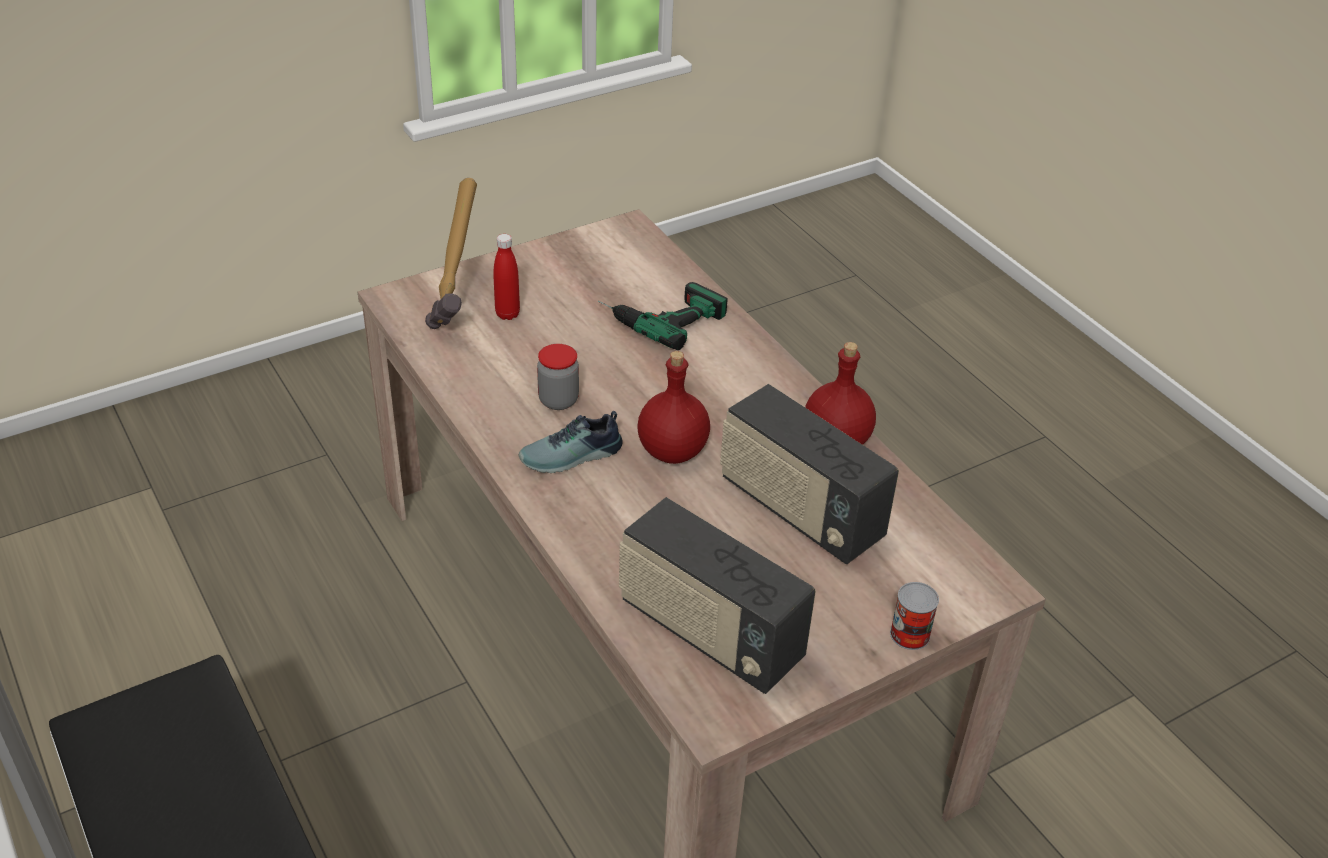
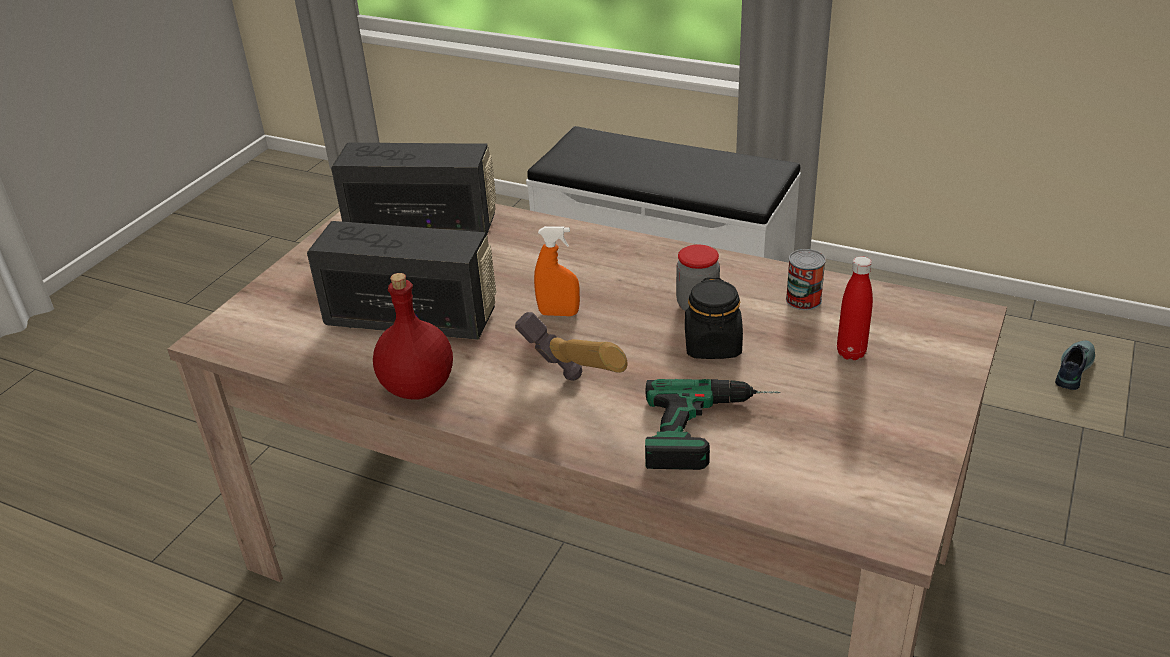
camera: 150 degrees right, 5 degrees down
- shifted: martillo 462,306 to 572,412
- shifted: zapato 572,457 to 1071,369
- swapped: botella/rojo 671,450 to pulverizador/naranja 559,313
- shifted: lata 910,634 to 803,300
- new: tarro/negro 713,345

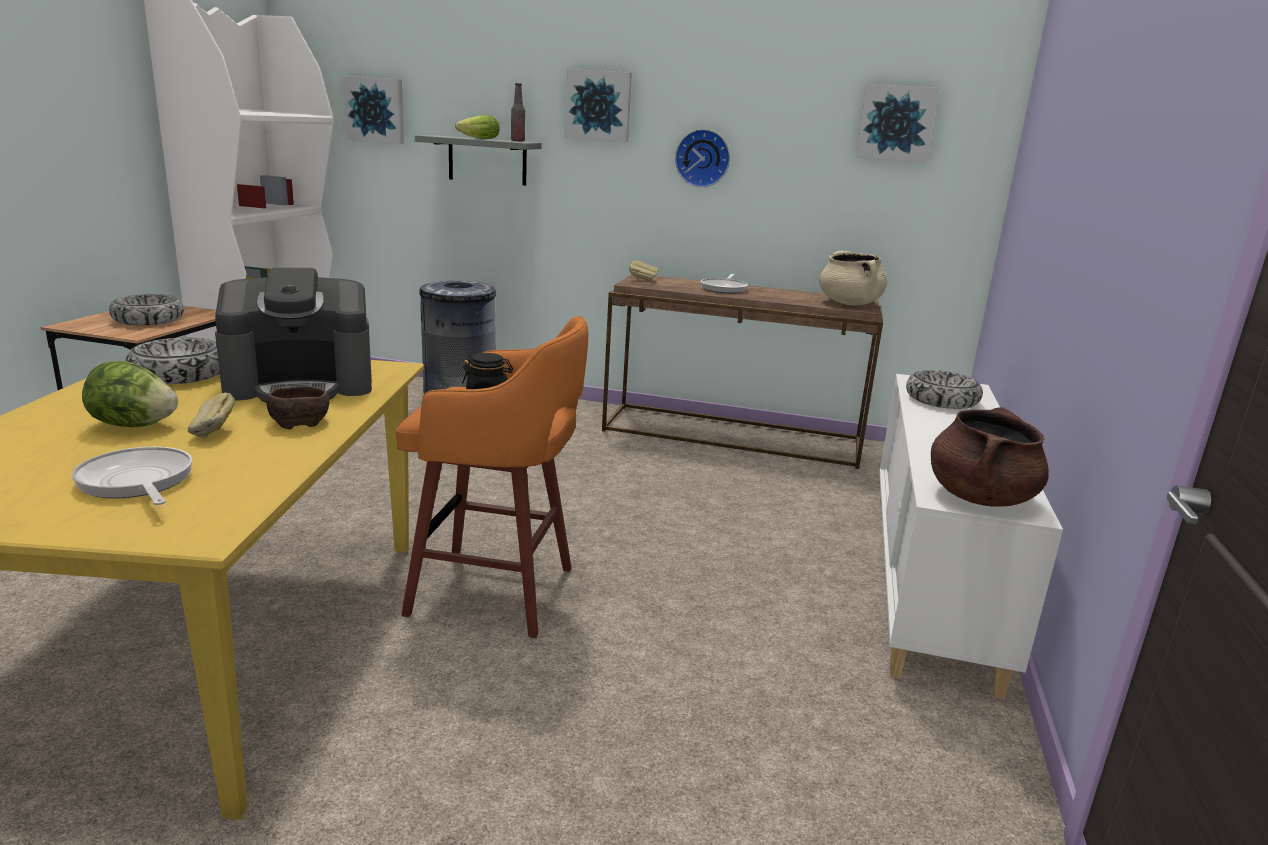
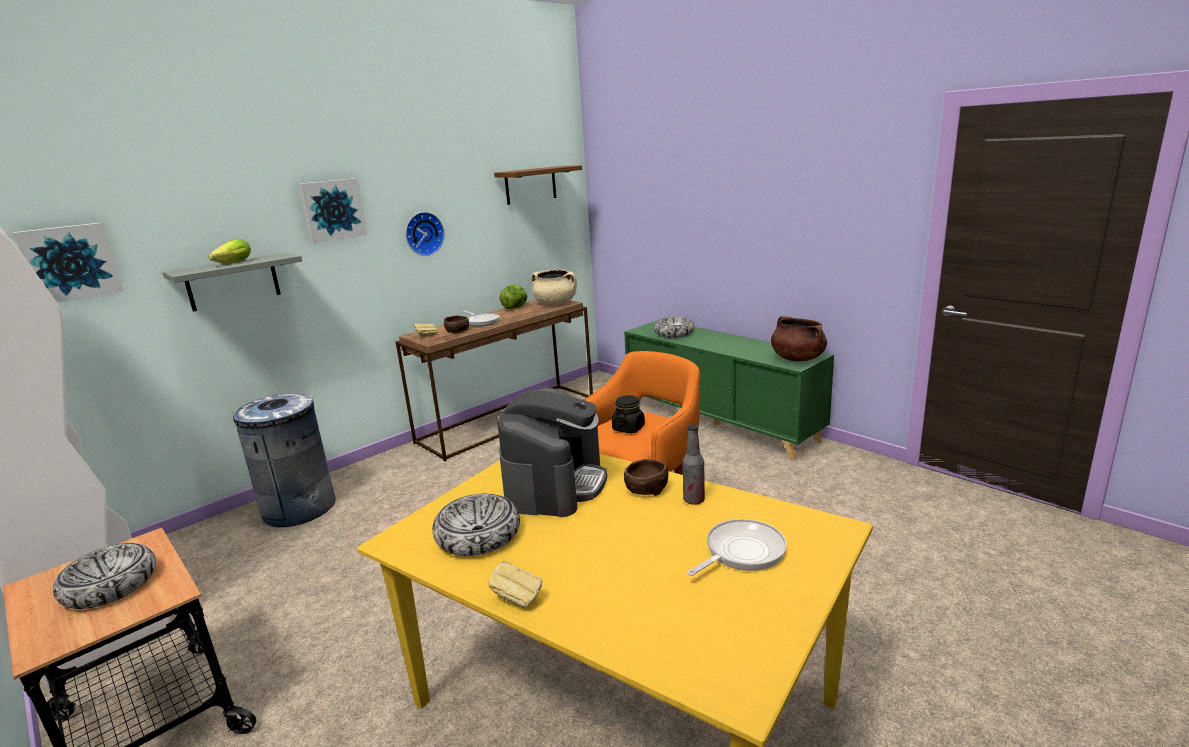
camera: 55 degrees left, 0 degrees up
- rotated: sartén 137,482 = 741,552 150 degrees clockwise
- shifted: lechuga 133,425 to 515,308
- shifted: pan 214,433 to 517,599
- shifted: botella 517,141 to 693,500
- swapped: cuadro 896,123 to estante/marrón 530,185
- repainted: armario/blanco 930,579 to armario/verde 720,422
- new: cuenco/marrón 458,331

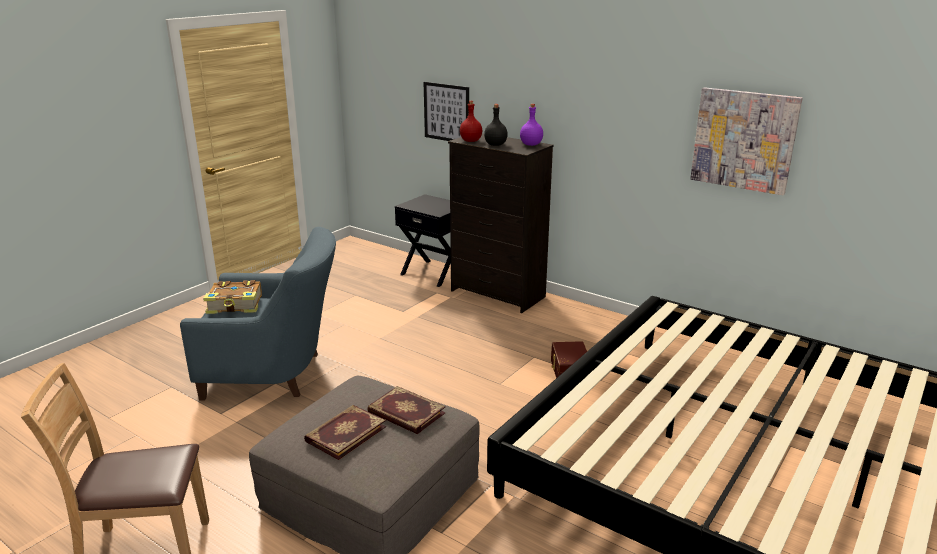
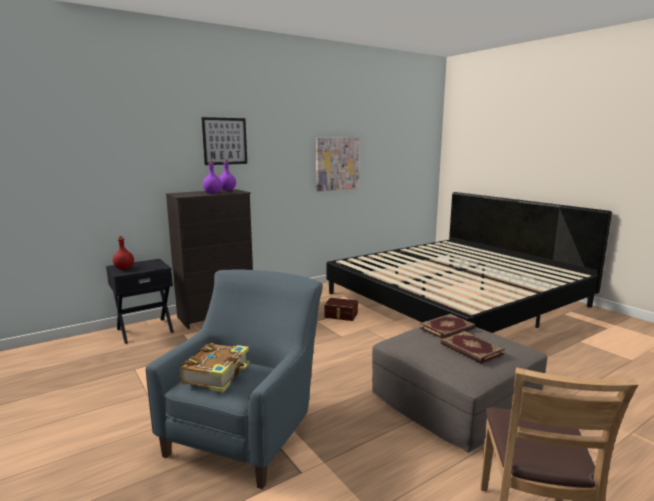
camera: 70 degrees left, 10 degrees down
- shifted: cuadro 446,112 to 225,141
- shifted: botella/rojo 471,141 to 124,268
- repainted: botella/negro 495,145 to botella/morado 213,193

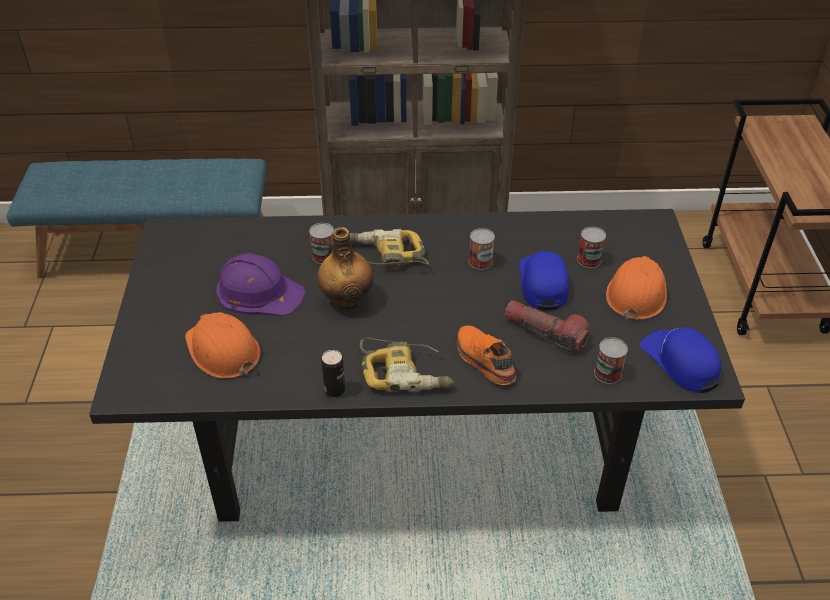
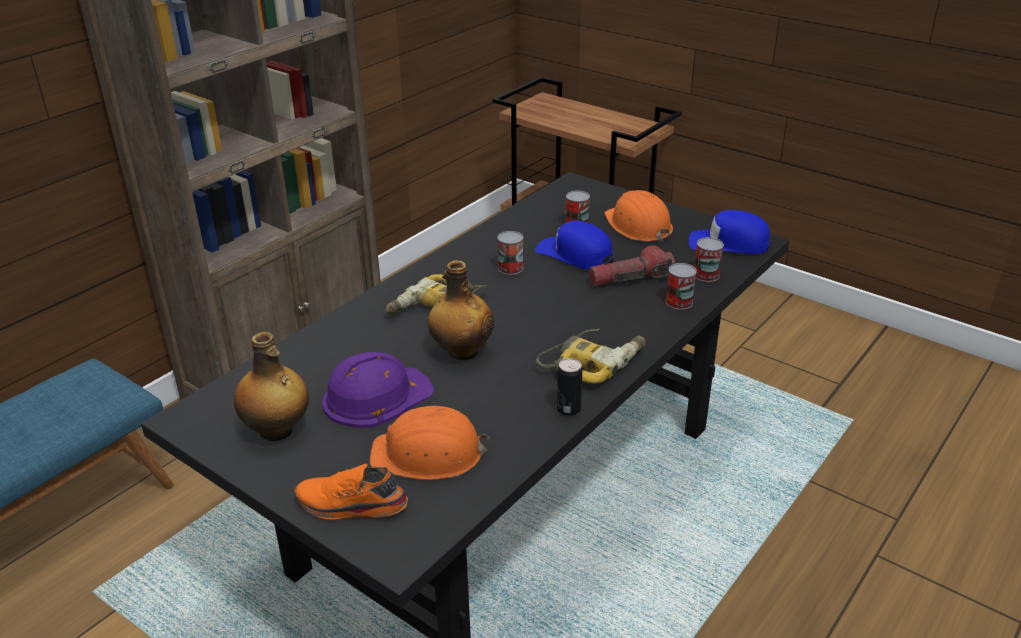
camera: 50 degrees left, 10 degrees down
- shifted: lata 323,256 to 679,302
- shifted: zapato/naranja 483,361 to 351,506
- new: botella 277,431

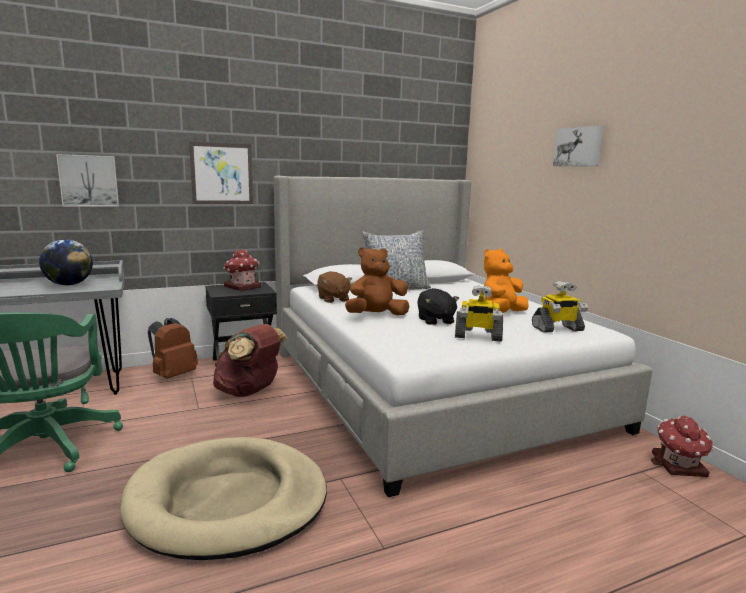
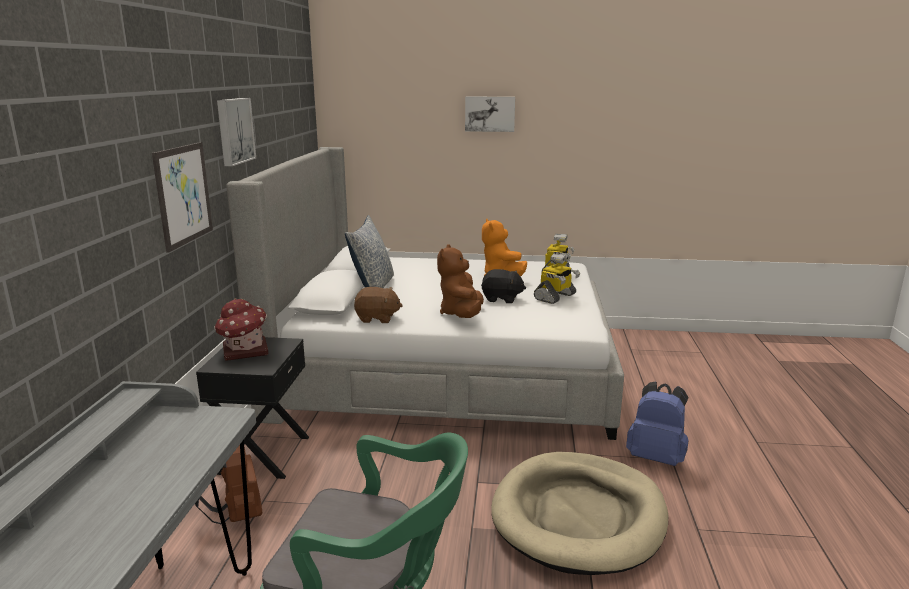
camera: 60 degrees left, 5 degrees up
- gone: globo terráqueo 69,284
- shifted: cuadro 89,180 to 234,131
- gone: mochila/marrón 249,392
- gone: casita 678,466
- new: mochila/azul 656,457

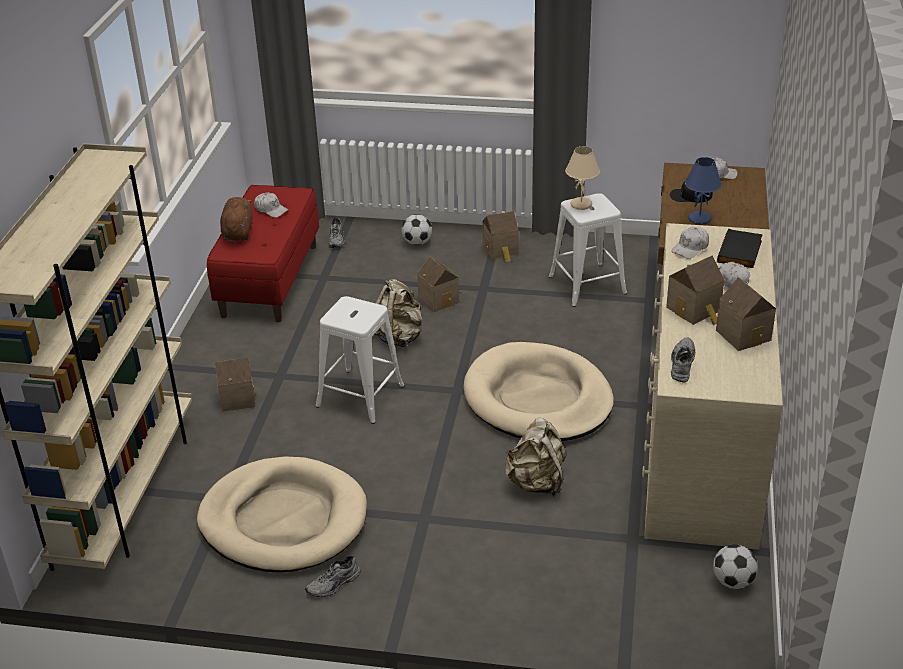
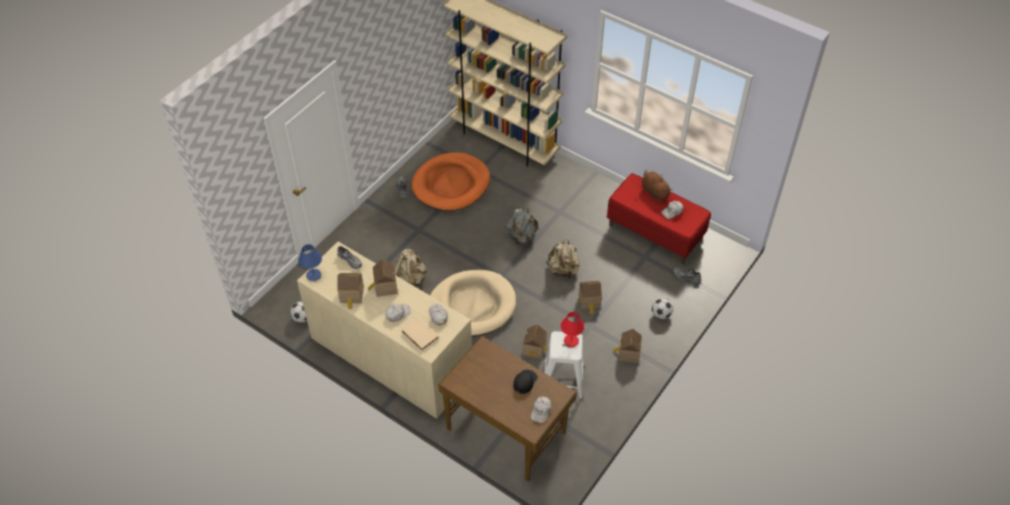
camera: 115 degrees right, 15 degrees up
- repainted: cama para perro/beis 283,520 to cama para perro/naranja 451,184
- shifted: casita 237,397 to 535,349
- rotated: peluche/marrón 238,232 = 654,191 150 degrees counterclockwise
- swapped: taburete/blanco 360,396 to mochila/gris 521,237
- repainted: lámpara de mesa/beis 581,205 to lámpara de mesa/rojo 571,341
- shifted: lámpara de mesa/azul 699,219 to 314,275
- repainted: libro/negro 741,252 to libro/beis 419,335

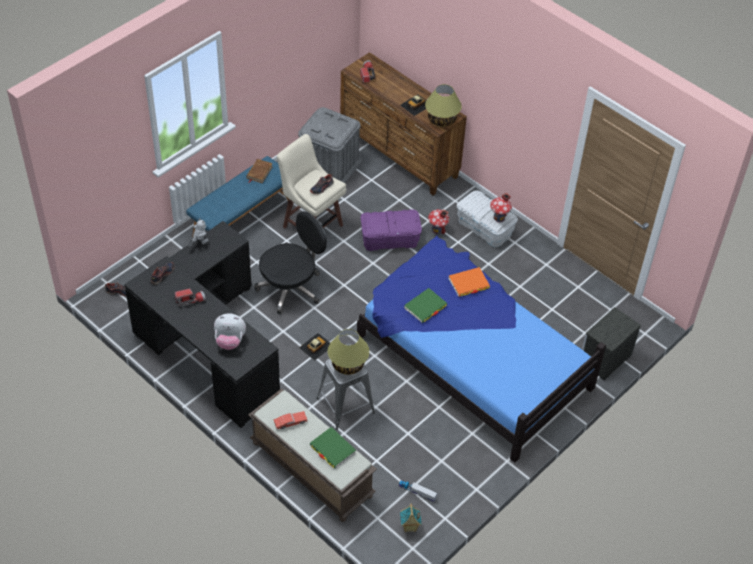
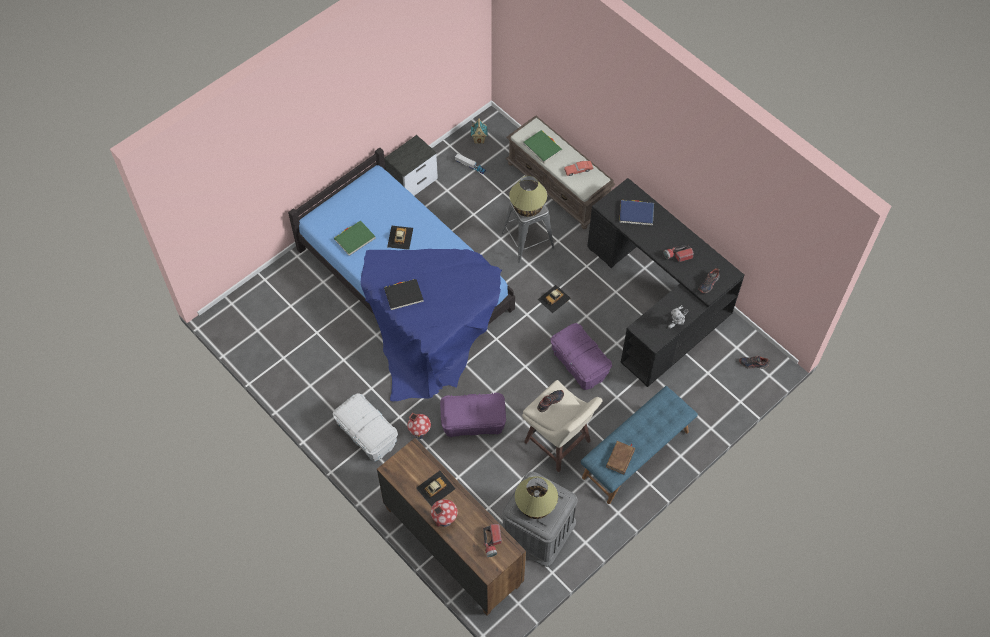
camera: 175 degrees left, 10 degrees up
- swapped: peluche 230,341 to libro/azul 636,213
- swapped: silla de oficina/negro 291,288 to caja de almacenaje/morado 579,364
- shifted: libro/verde 425,307 to 355,239
- shifted: lámpara de mesa 442,120 to 535,505
- repainted: libro/naranja 468,283 to libro/negro 403,295
- shifted: casita 499,218 to 444,520
- shifted: mesita de noche 604,359 to 413,181
- new: coche de juguete 400,237

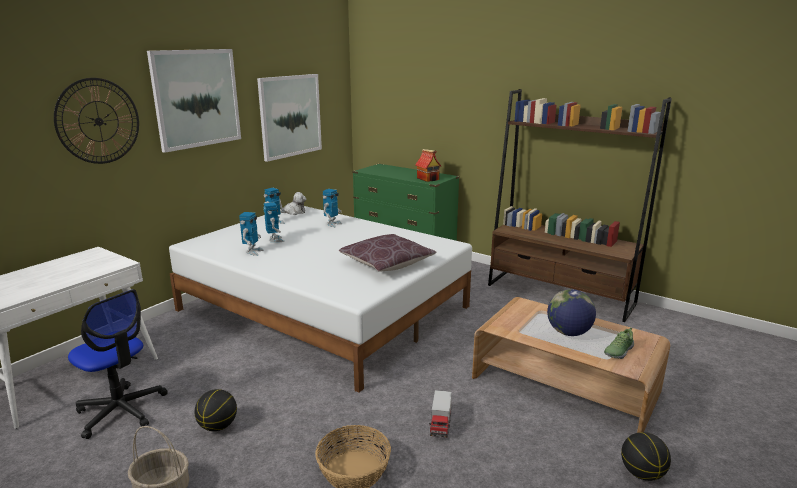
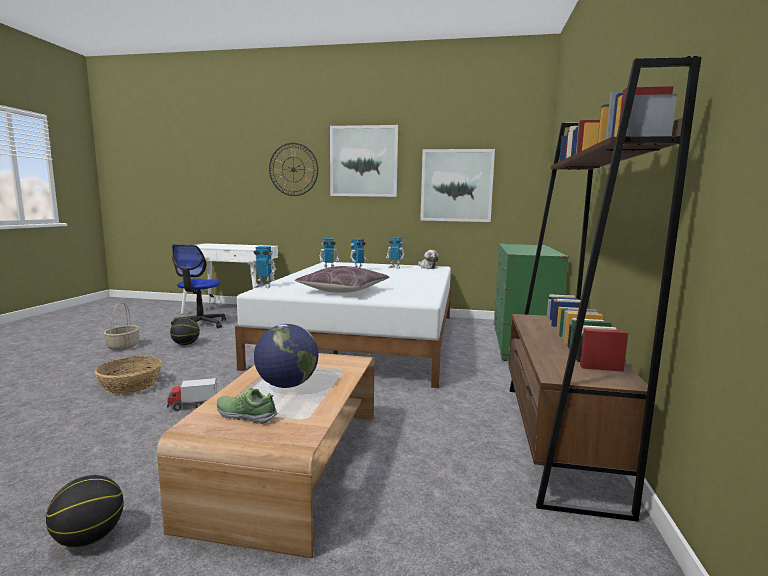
camera: 65 degrees right, 10 degrees down
- shifted: robot de juguete 332,224 to 263,286
- gone: casita 428,179

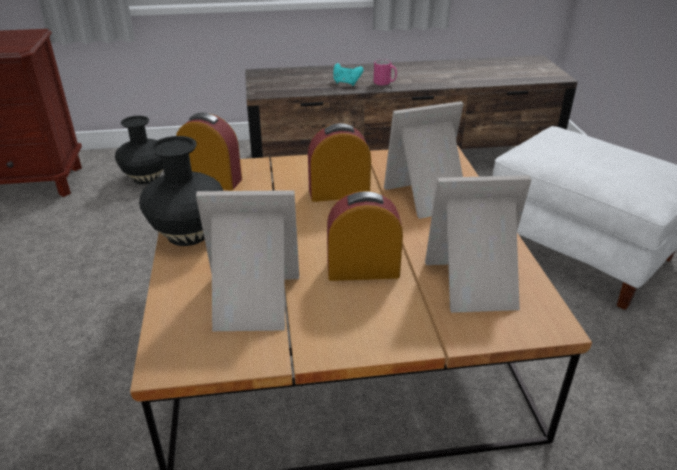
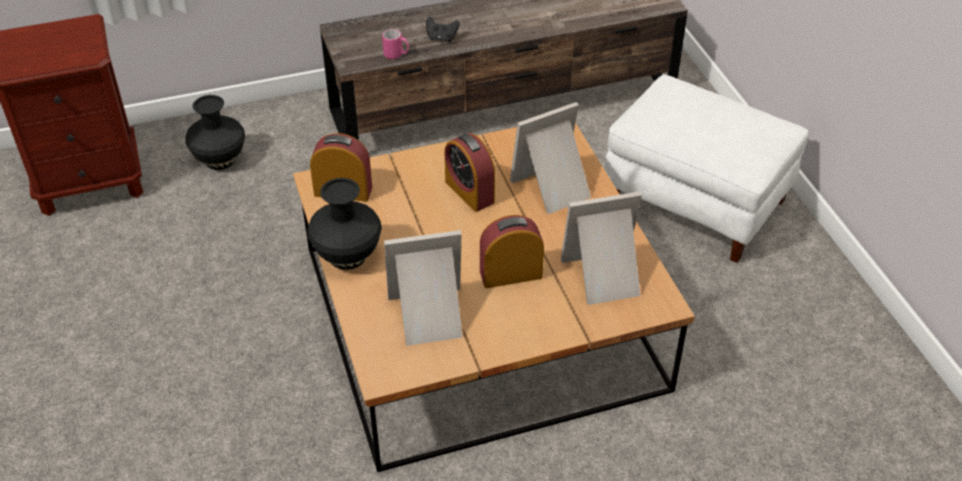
camera: 10 degrees left, 10 degrees up
- rotated: despertador 339,192 = 469,192 105 degrees counterclockwise
- repainted: mando de consola/turquesa 346,83 to mando de consola/negro 441,38
- shifted: taza grande/rosa 385,83 to 396,55

